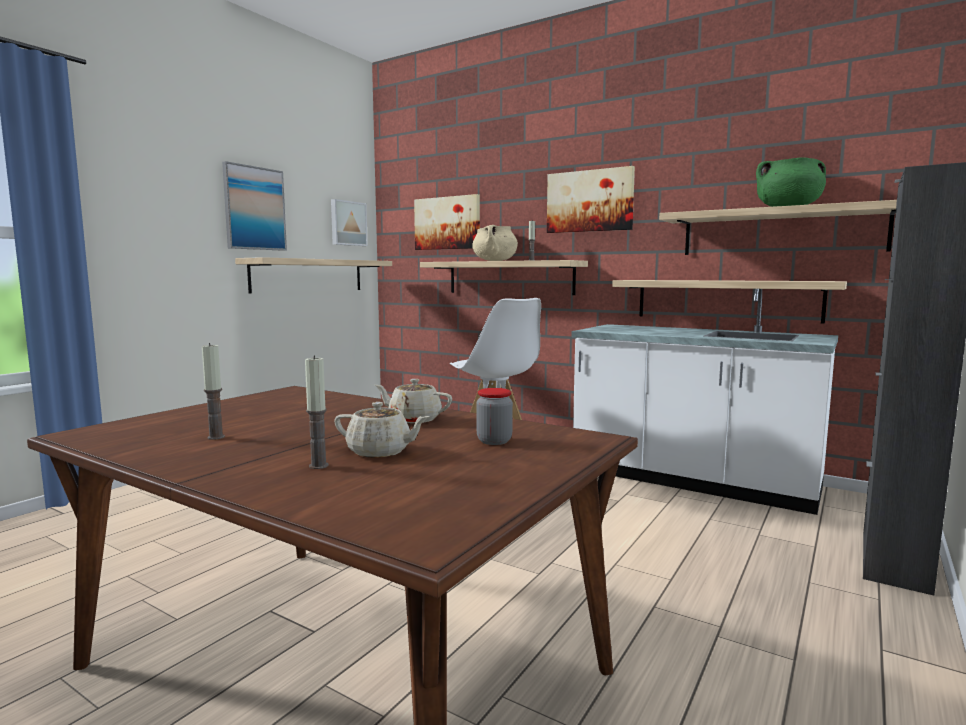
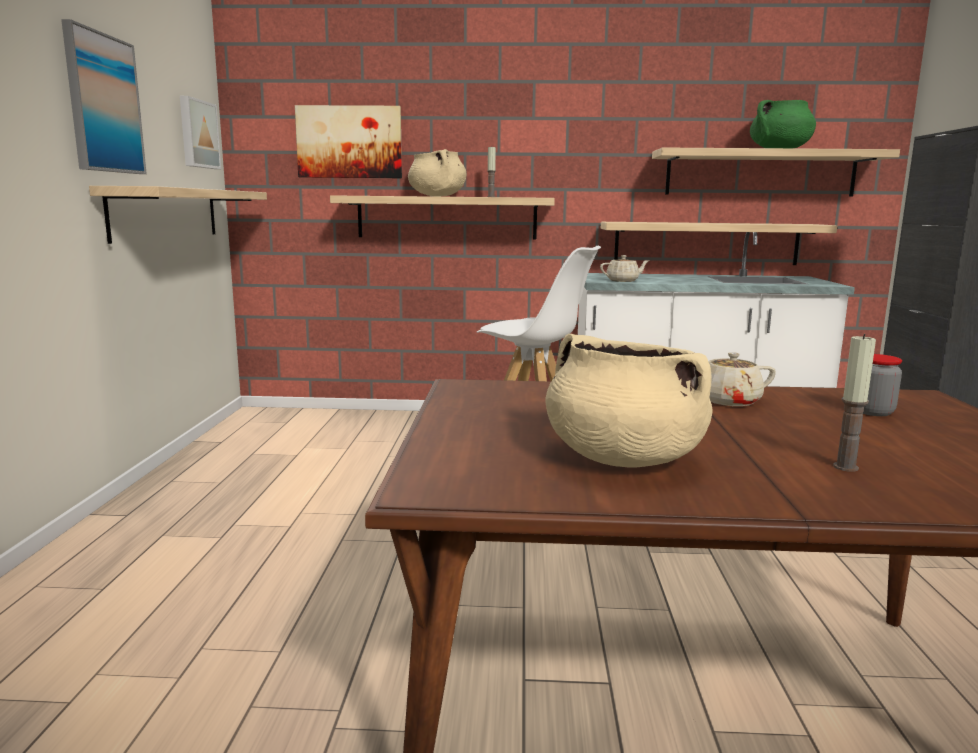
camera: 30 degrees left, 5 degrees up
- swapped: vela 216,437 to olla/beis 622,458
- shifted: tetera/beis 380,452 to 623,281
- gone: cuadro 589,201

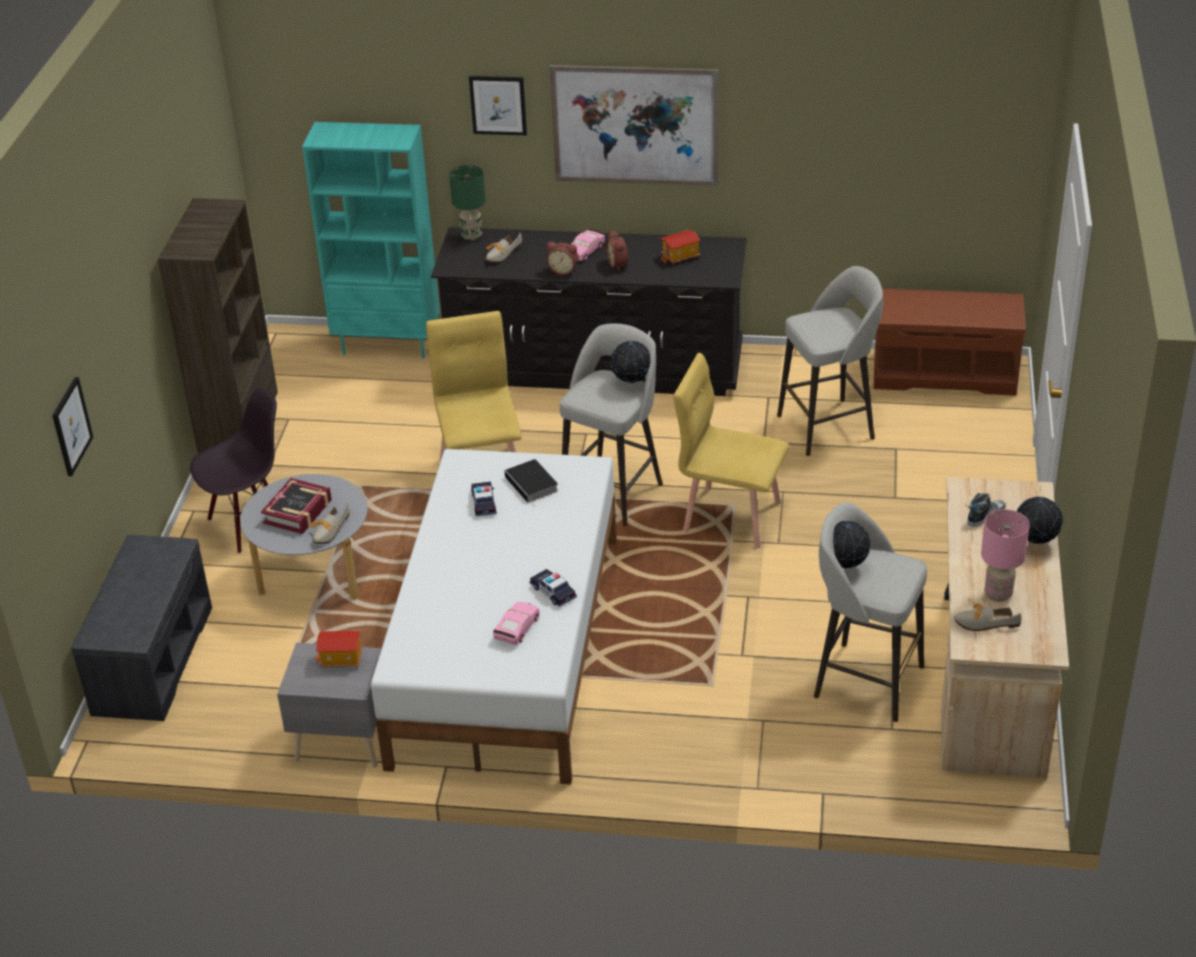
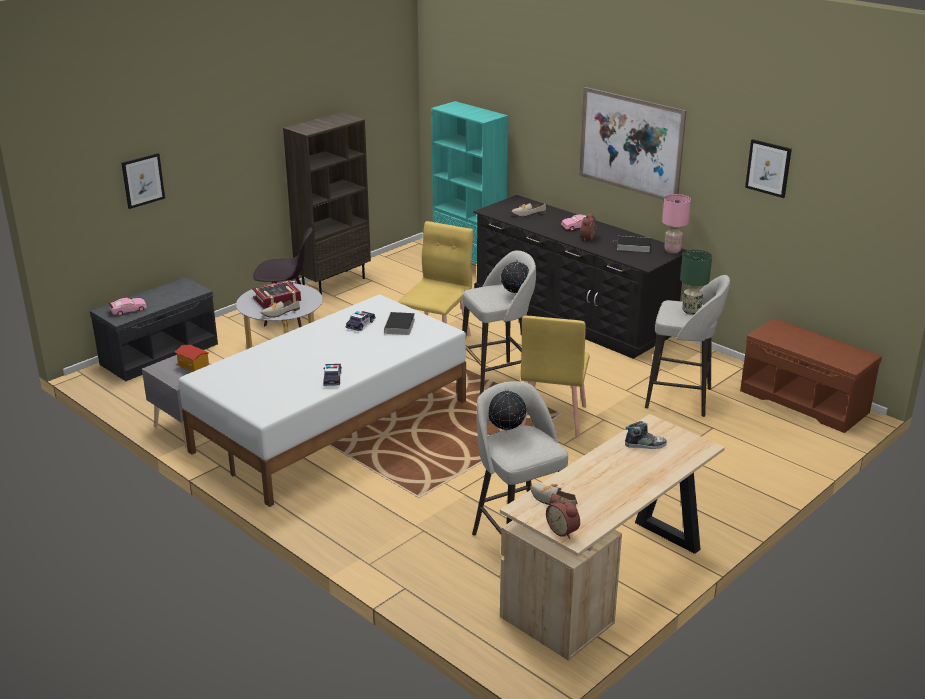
camera: 35 degrees right, 10 degrees down
- shifted: lámpara de mesa/verde 471,236 to 691,311
- shifted: cuadro 498,105 to 768,168
- shifted: coche de juguete/rosa 517,628 to 128,310
- shifted: despertador 563,270 to 563,530
- swapped: casita 680,257 to libro 632,246
- rotated: silla/amarillo 731,516 = 552,418 135 degrees counterclockwise
- shifted: lámpara de mesa/rosa 998,595 to 672,251
- gone: globo terráqueo 1035,543

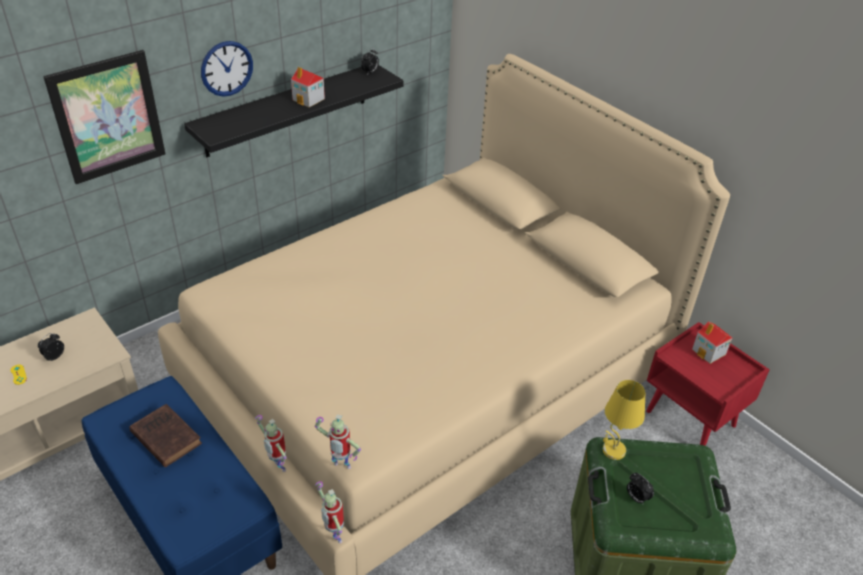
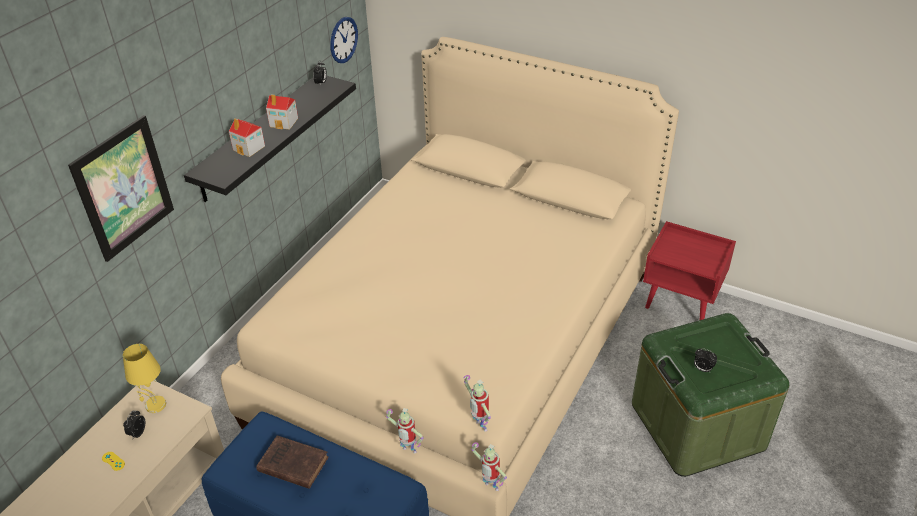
camera: 20 degrees left, 0 degrees up
- shifted: reloj de pared 226,68 to 343,40
- rotated: robot de juguete 340,467 = 479,427 60 degrees clockwise
- shifted: lámpara de mesa/amarillo 613,451 to 155,405
- shifted: casita 709,352 to 249,148

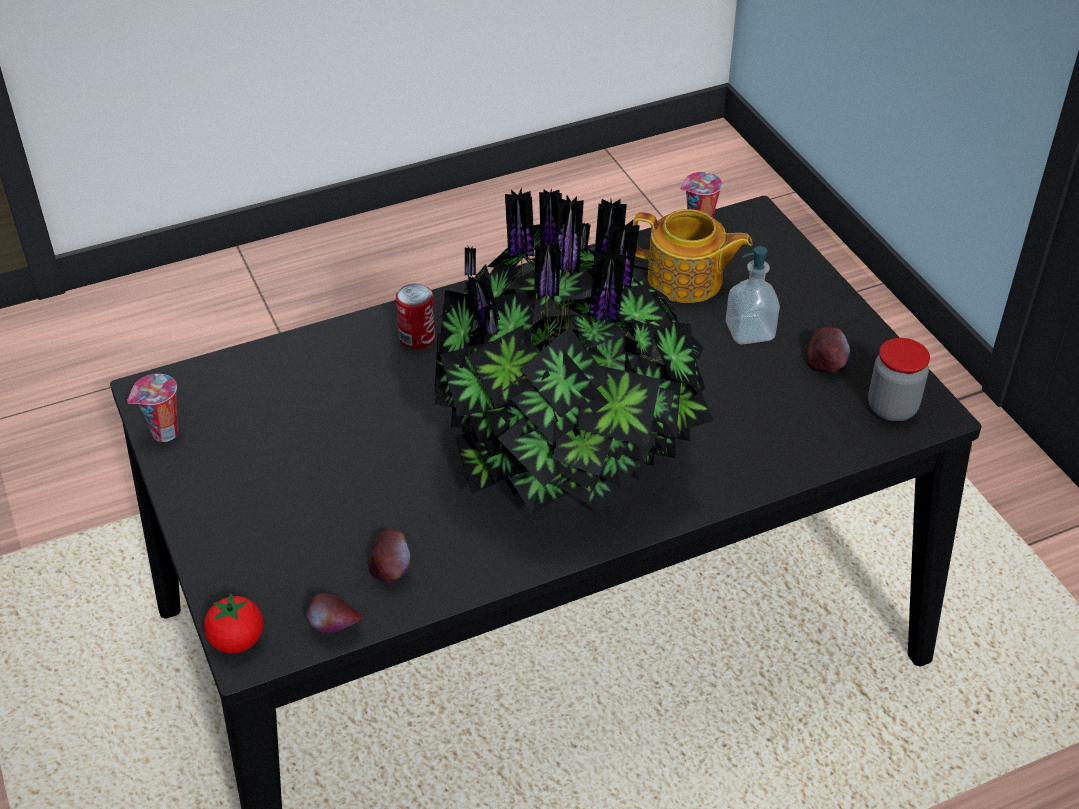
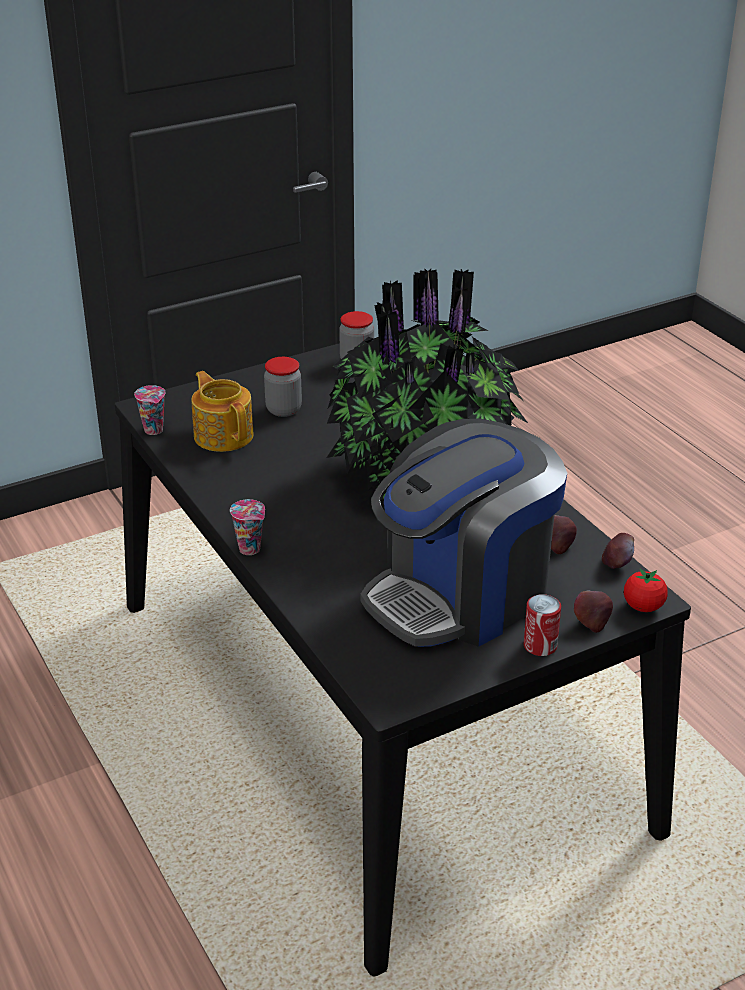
camera: 95 degrees left, 10 degrees down
- shifted: taza 163,434 to 251,549
- shifted: lata 417,338 to 540,646
- rotated: tetera 686,280 = 223,435 45 degrees counterclockwise
- swapped: dispensador de jabón 749,332 to tarro 283,410
- shifted: manzana 825,364 to 591,623
- new: cafetera 461,594

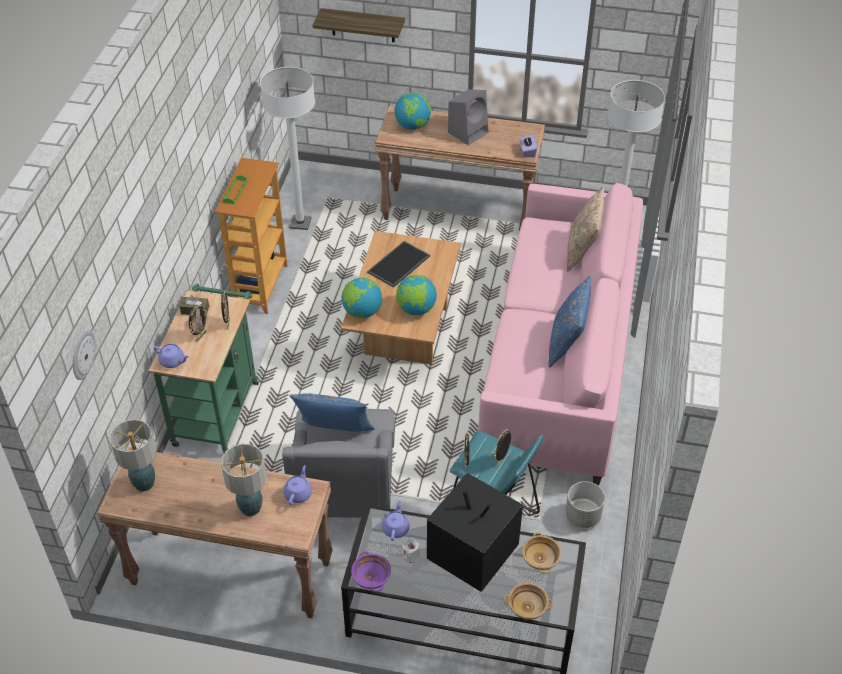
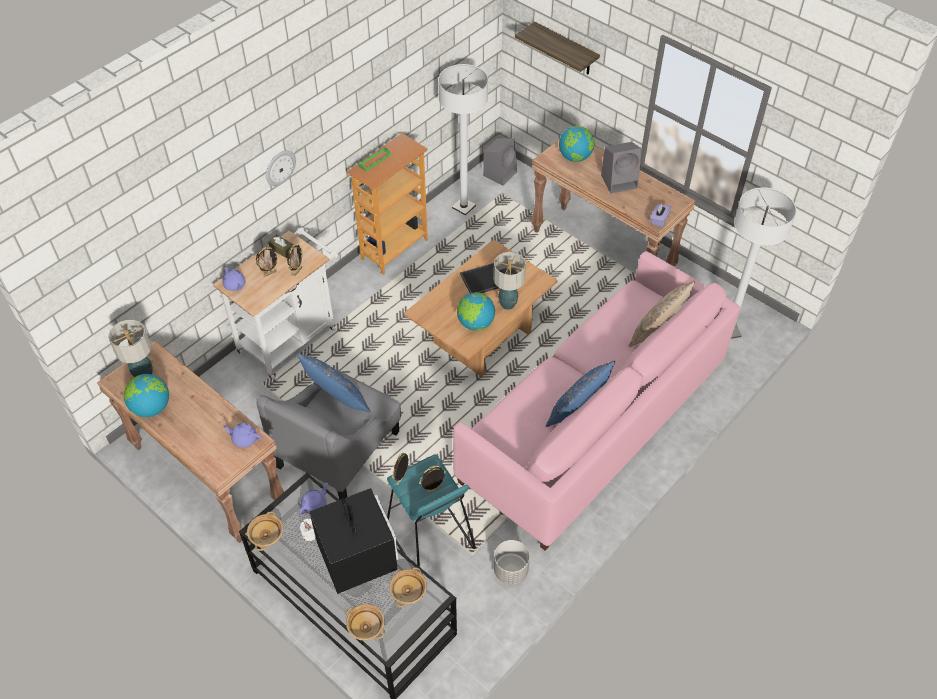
camera: 30 degrees right, 5 degrees up
- shifted: reloj de pared 82,354 to 279,167
- repainted: carrito/verde 218,408 to carrito/blanco 291,337
- shifted: lámpara de mesa 251,508 to 508,304
- rotated: tetera/morado 298,493 = 244,439 120 degrees counterclockwise
- shifted: globo terráqueo 362,312 to 151,407
- repainted: cuenco/morado 371,577 to cuenco/beis 266,535
- new: altavoz/gris 500,173

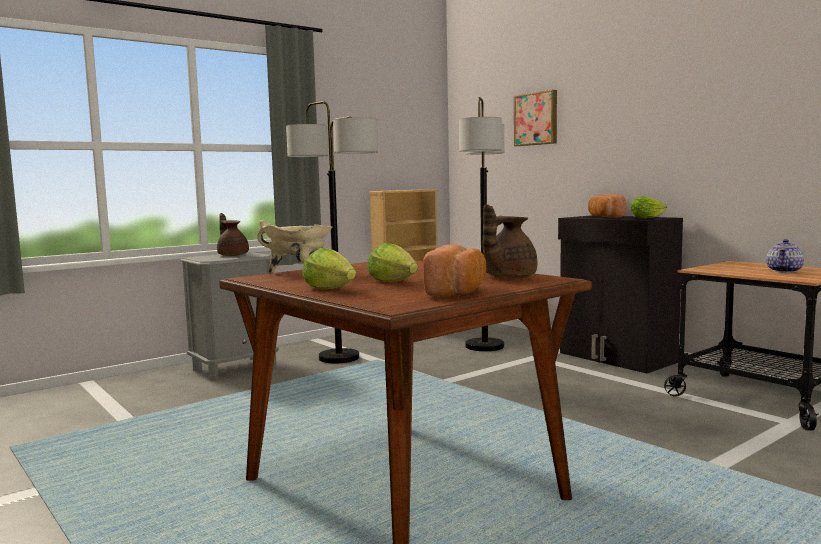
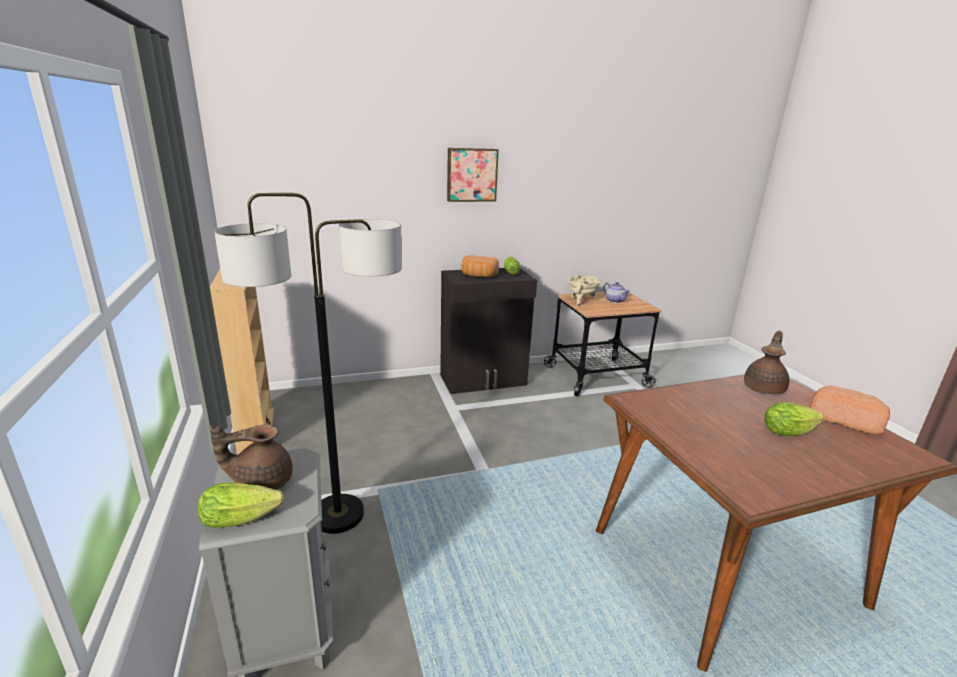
camera: 70 degrees left, 15 degrees up
- shifted: olla/beis 298,272 to 580,301
- shifted: lechuga 331,289 to 244,518
- gone: lámpara de pie 485,346
- rotated: tetera/marrón 507,277 = 764,388 120 degrees counterclockwise
- shifted: cuadro 536,119 to 471,175

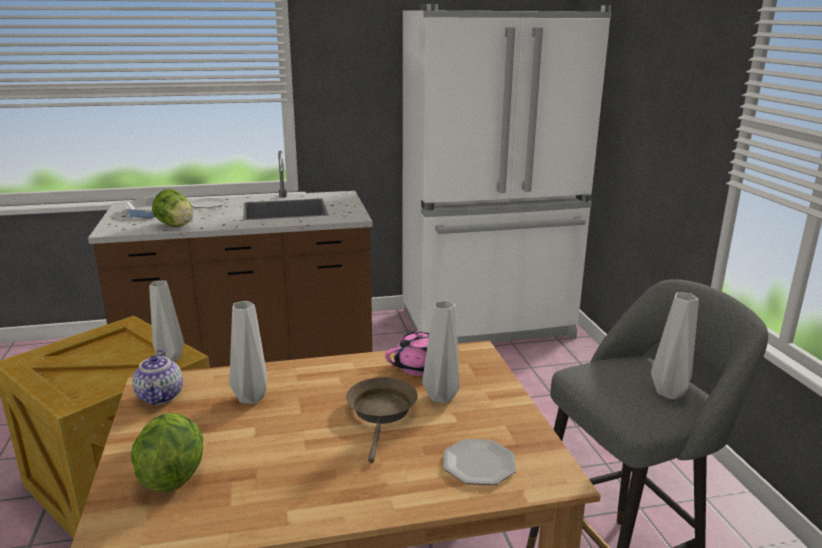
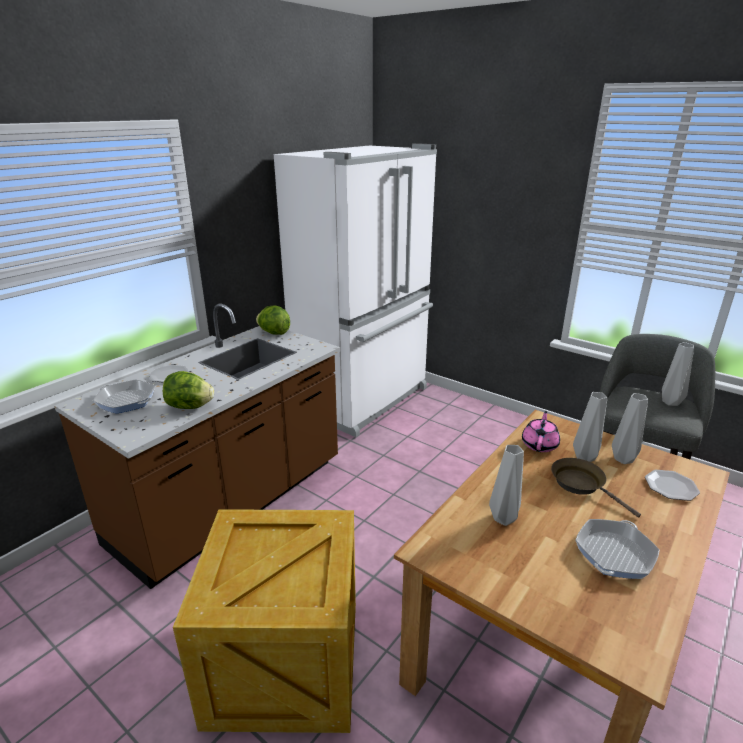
camera: 40 degrees left, 5 degrees up
- shifted: lechuga 172,475 to 274,333
- gone: tetera 161,397
- shifted: florero/gris 170,359 to 624,459
- new: sartén 614,554

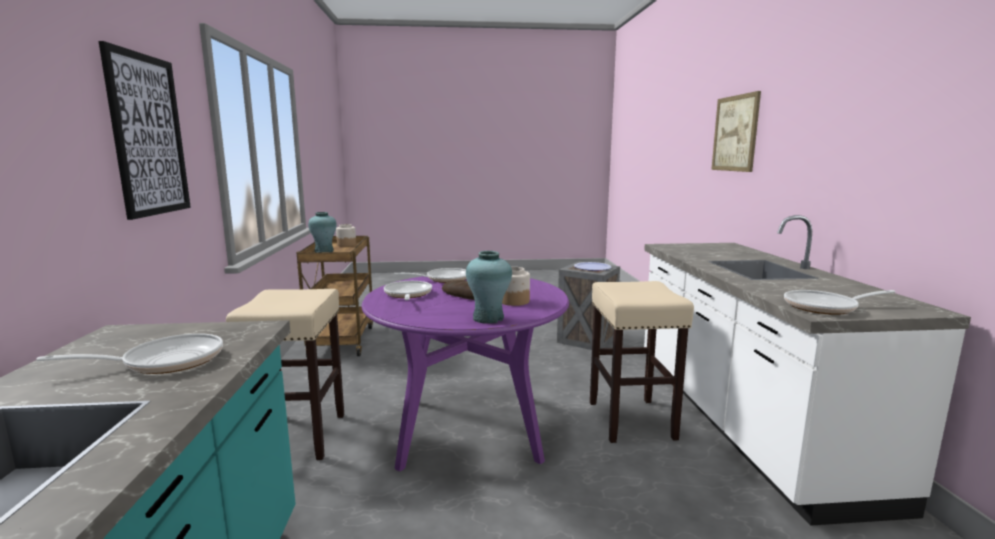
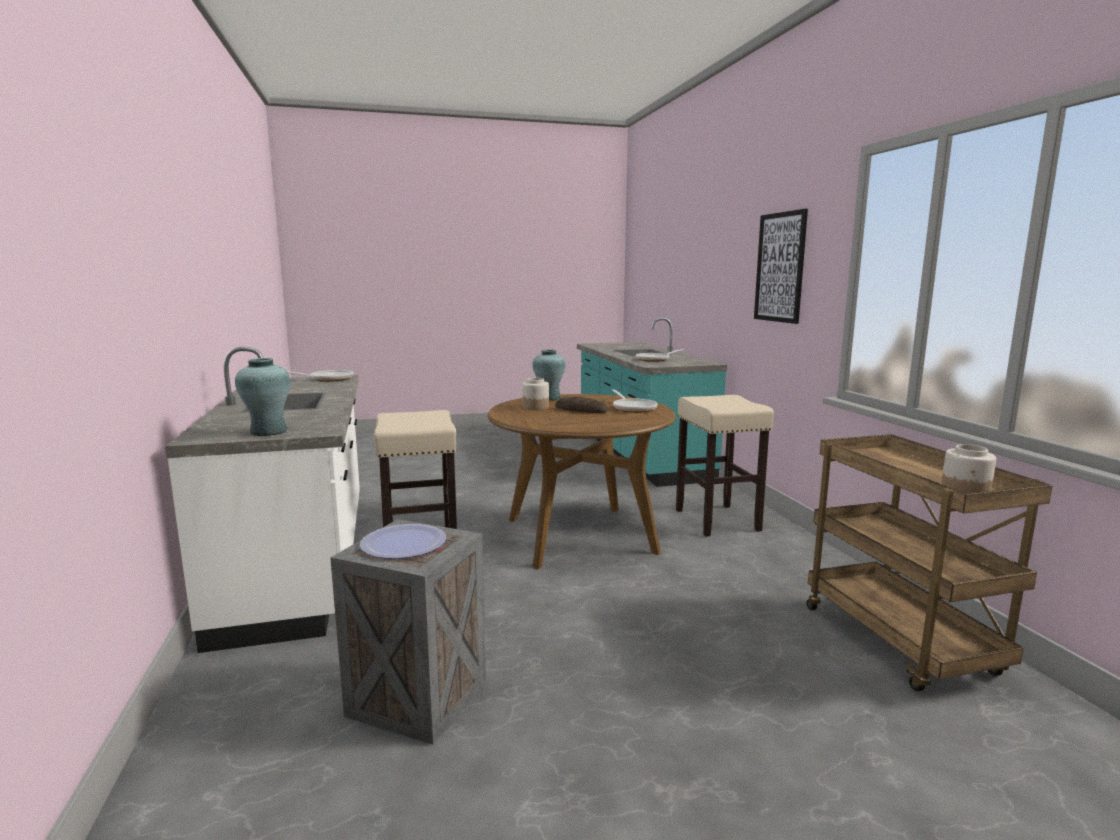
camera: 170 degrees right, 0 degrees up
- shifted: florero/turquesa 324,251 to 268,432
- repainted: mesa de comedor/morado 468,428 to mesa de comedor/marrón 580,535
- gone: sartén 444,279
- gone: cuadro 735,133

